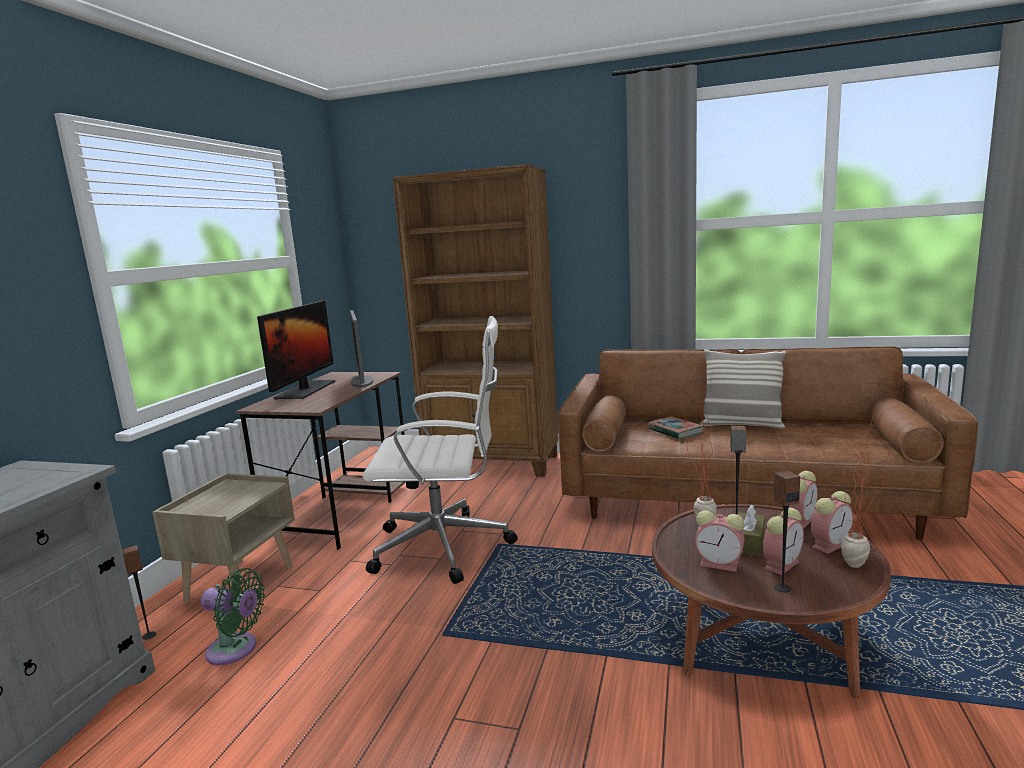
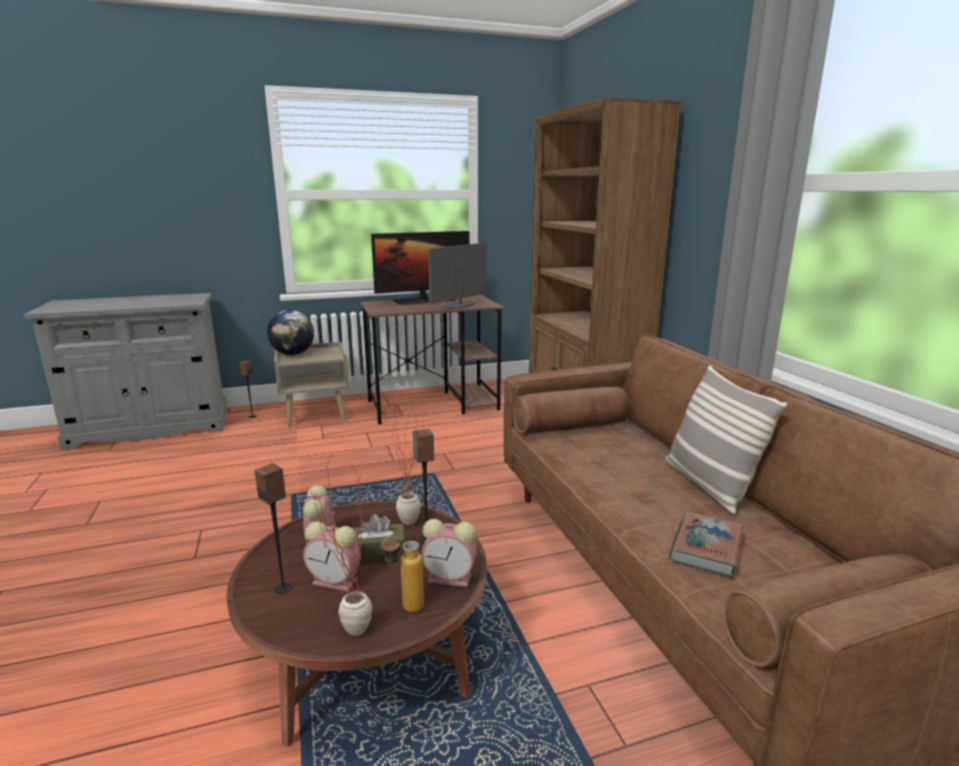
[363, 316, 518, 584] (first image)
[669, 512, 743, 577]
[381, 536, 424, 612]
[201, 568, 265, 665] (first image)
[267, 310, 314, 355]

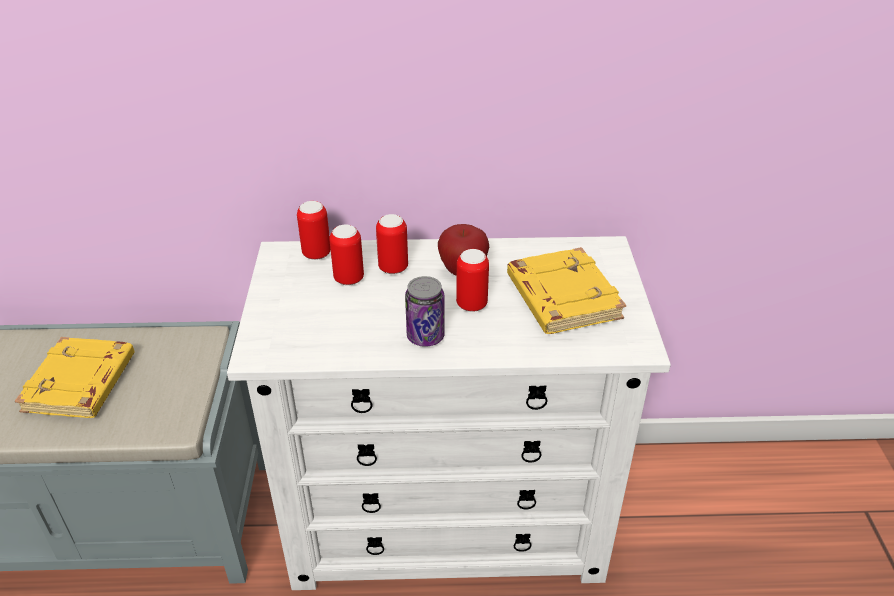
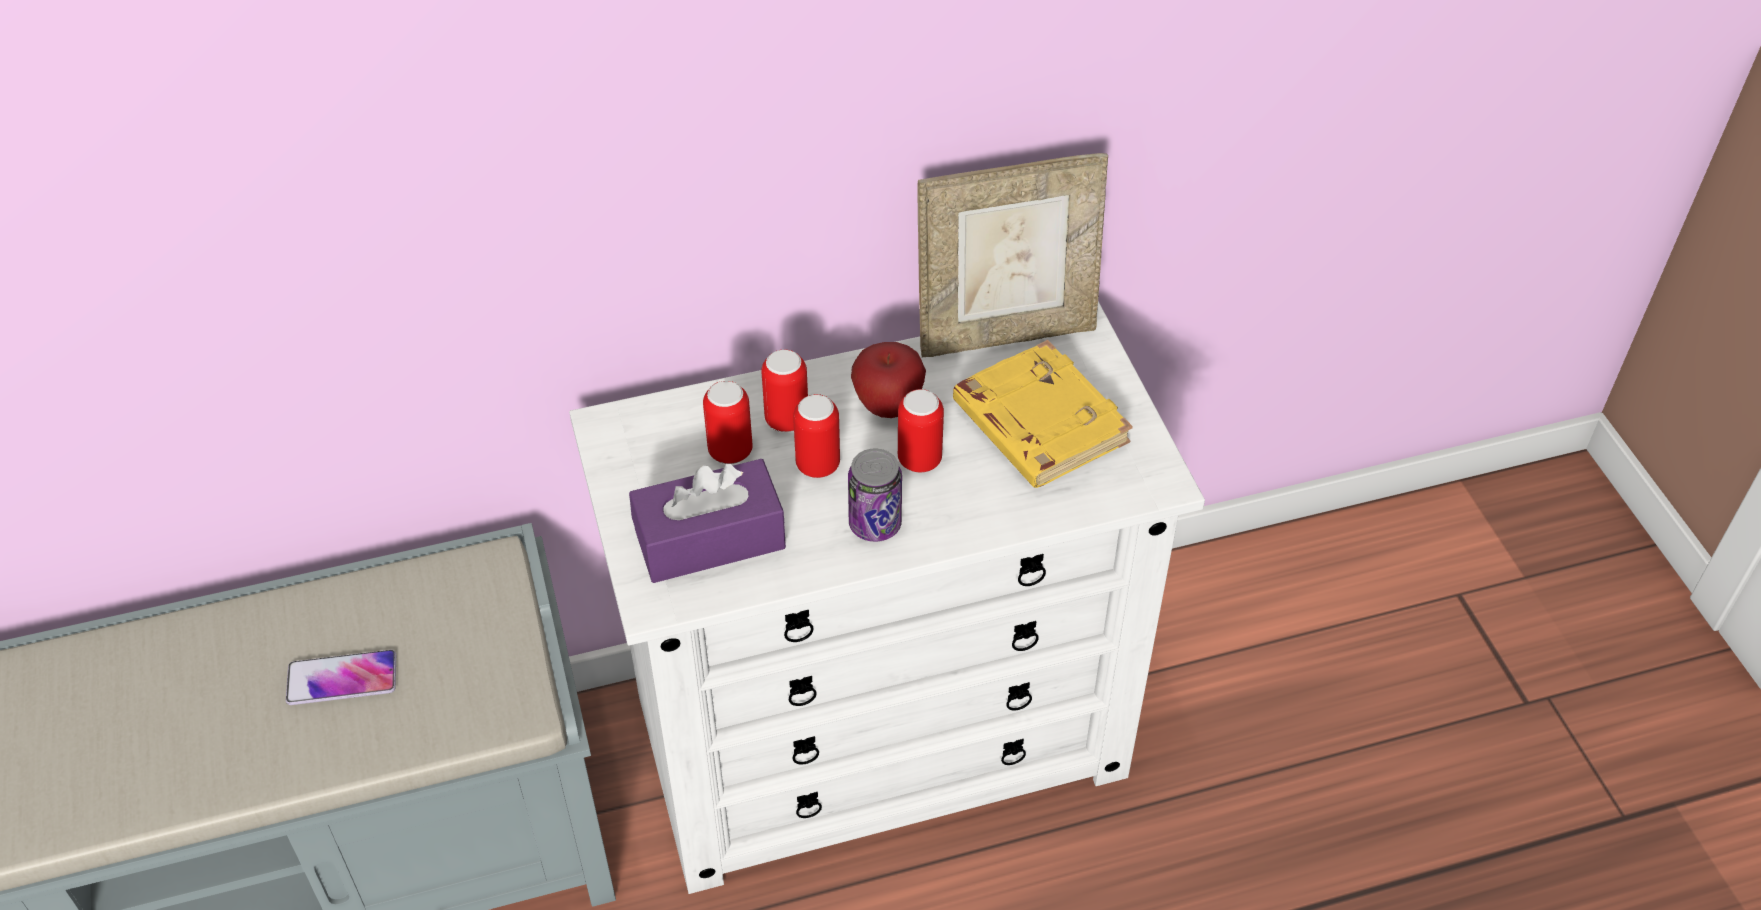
[793, 394, 840, 478]
[286, 650, 396, 705]
[917, 153, 1108, 357]
[629, 459, 786, 583]

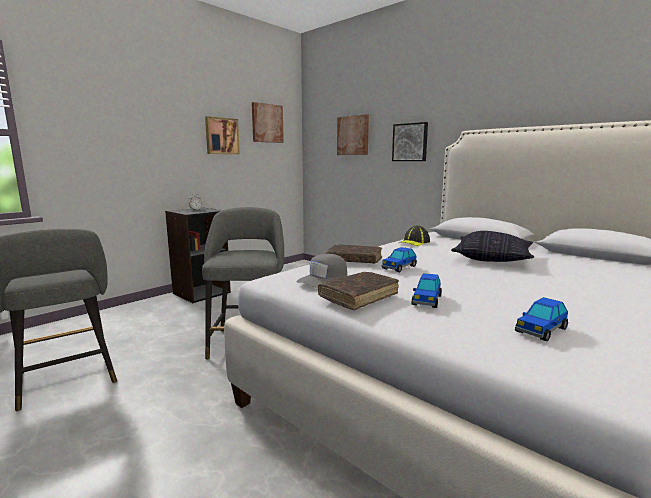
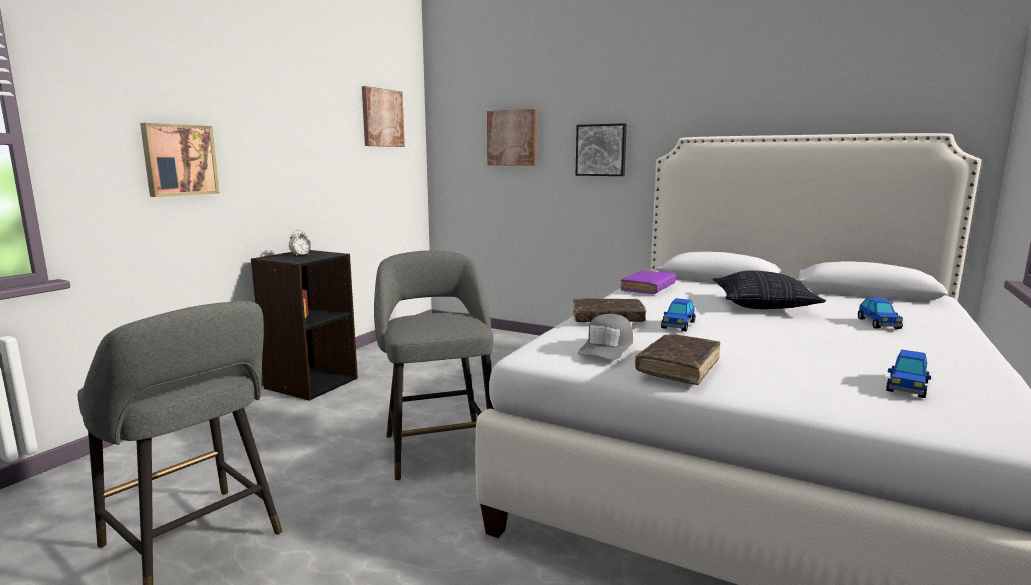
[140, 123, 220, 197]
[621, 270, 676, 294]
[858, 298, 903, 329]

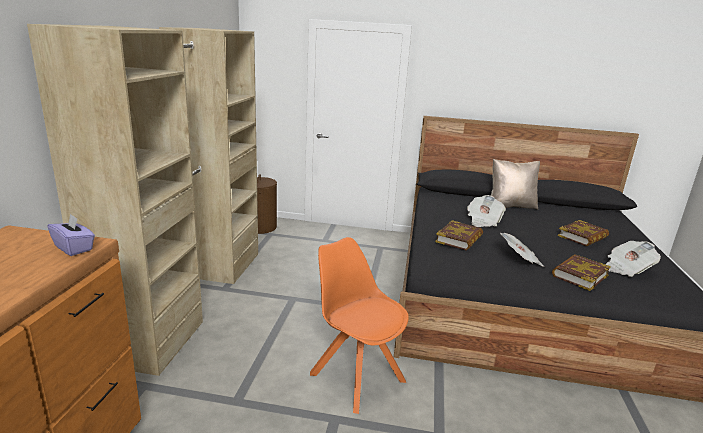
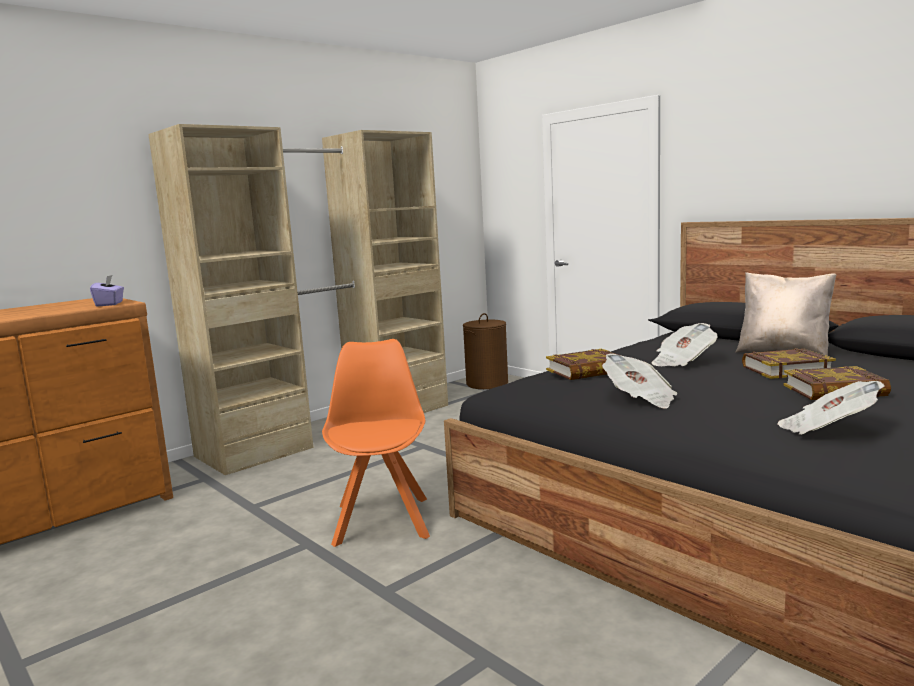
[742, 348, 836, 379]

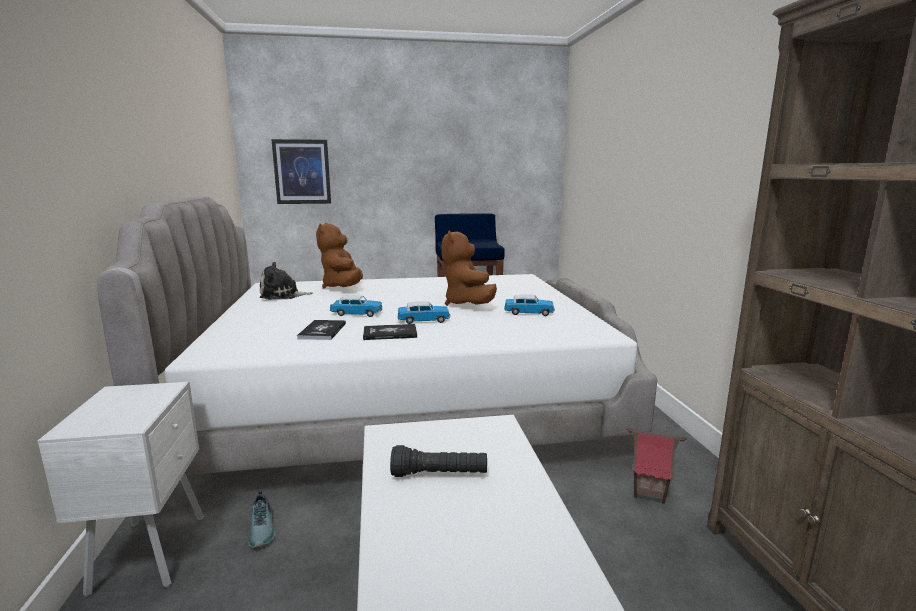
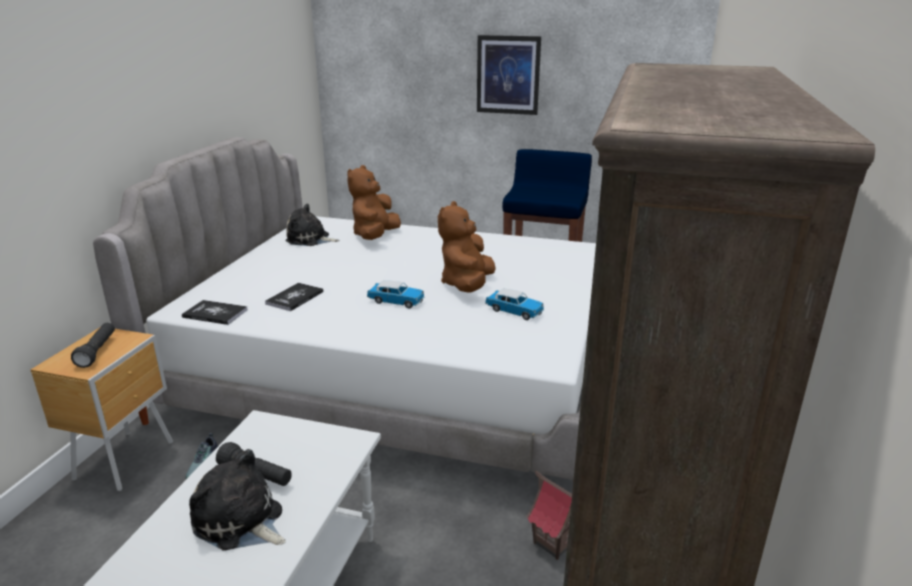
[477, 35, 541, 115]
[330, 296, 383, 317] (first image)
[182, 300, 248, 325]
[30, 328, 173, 491]
[71, 323, 115, 368]
[189, 449, 286, 551]

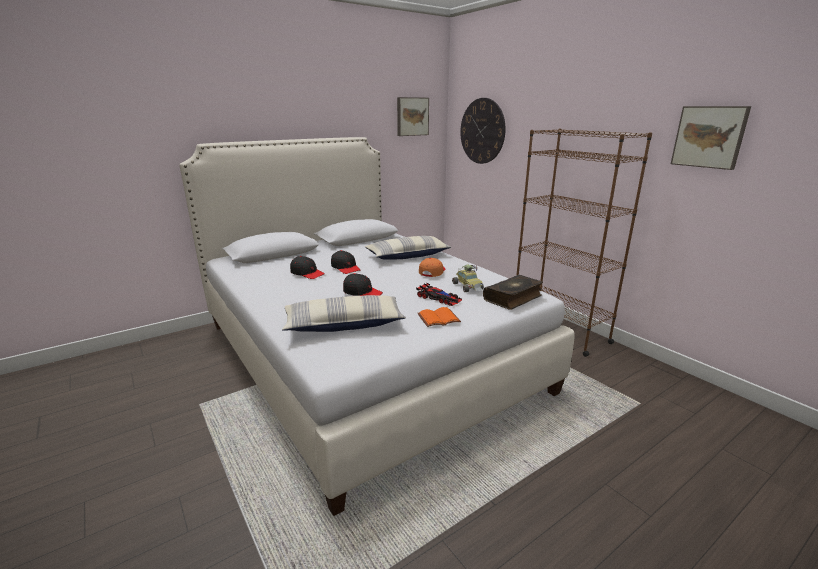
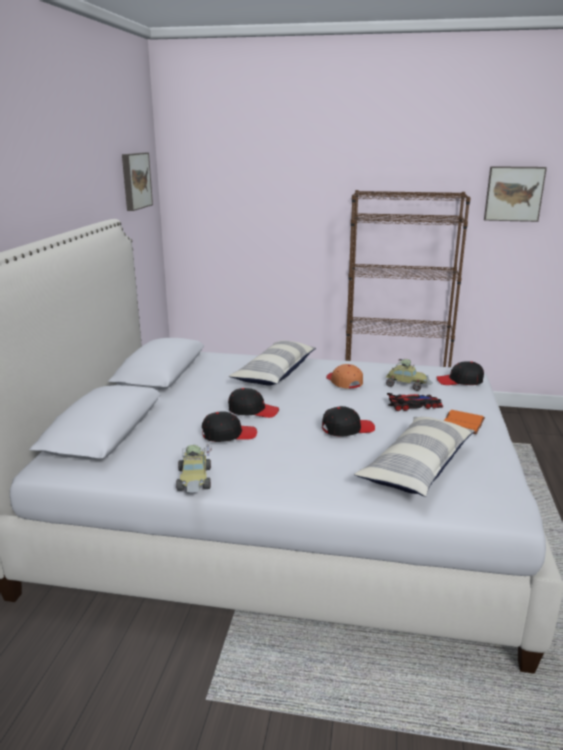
[460, 98, 506, 164] (first image)
[436, 361, 484, 385]
[176, 444, 212, 492]

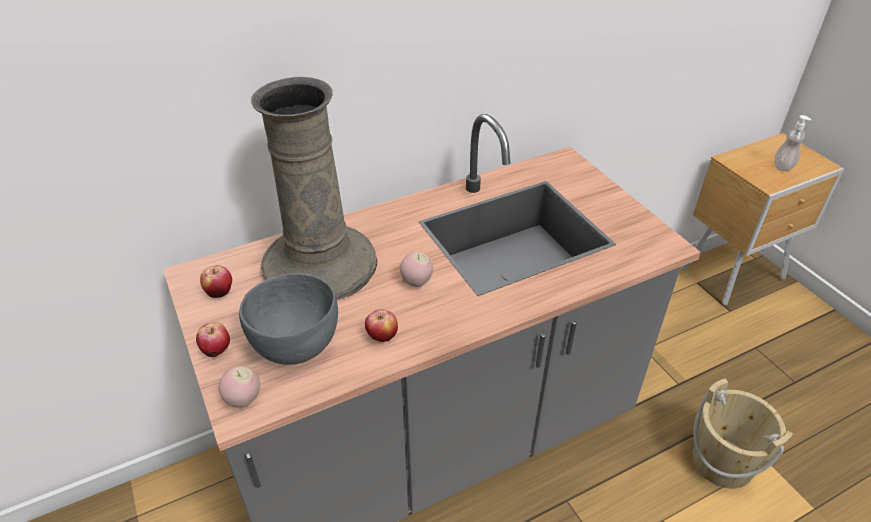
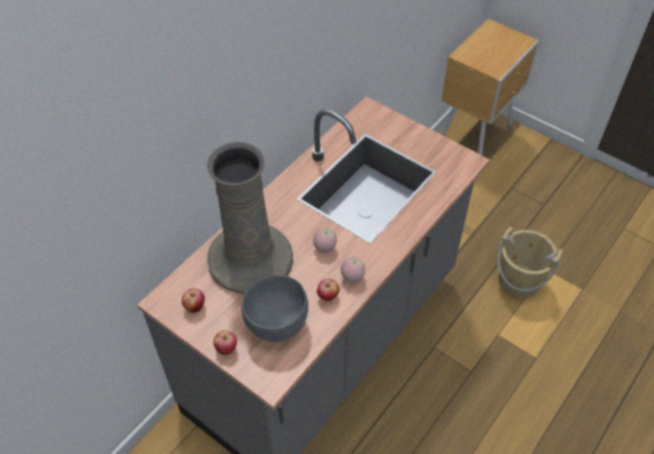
[774, 115, 811, 172] (first image)
[340, 257, 365, 283]

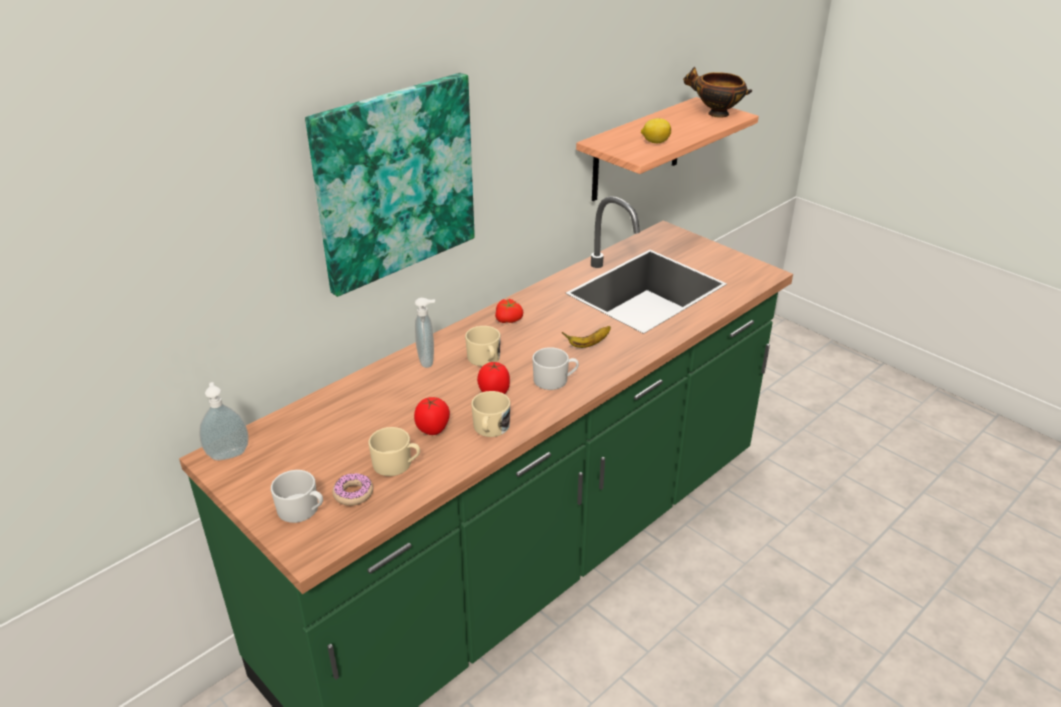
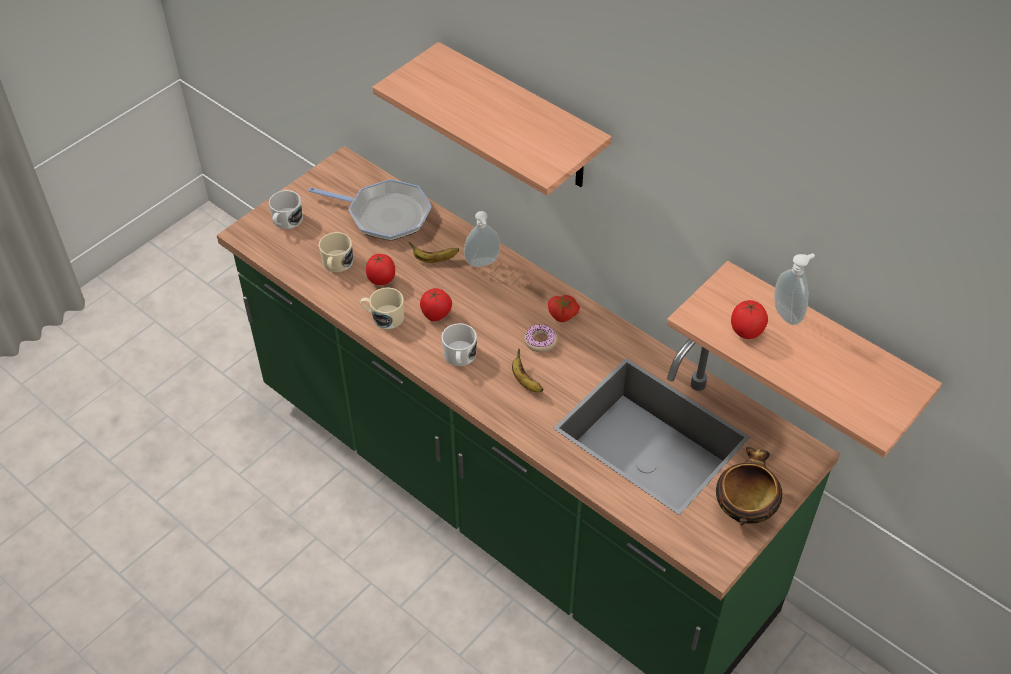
[716, 447, 783, 526]
[372, 42, 612, 196]
[731, 300, 768, 339]
[465, 326, 500, 366] (first image)
[774, 253, 815, 325]
[524, 324, 557, 352]
[308, 179, 431, 241]
[409, 242, 459, 263]

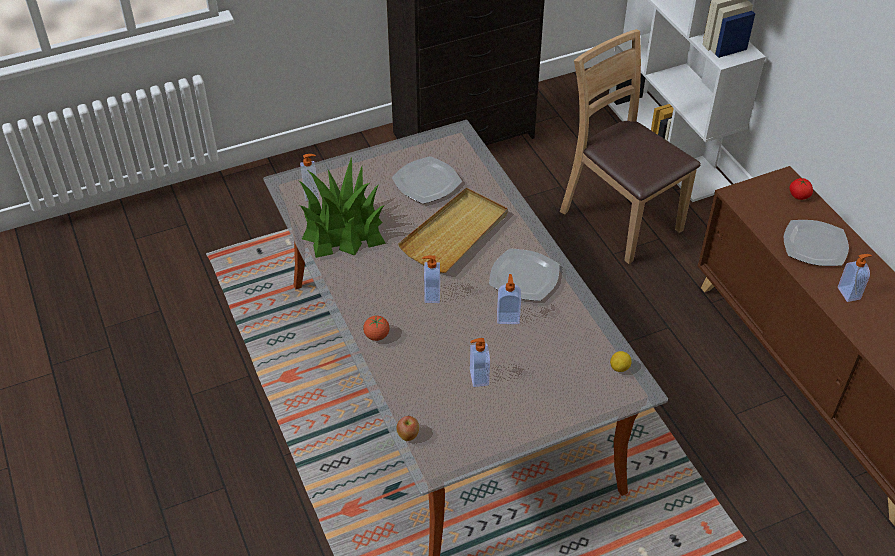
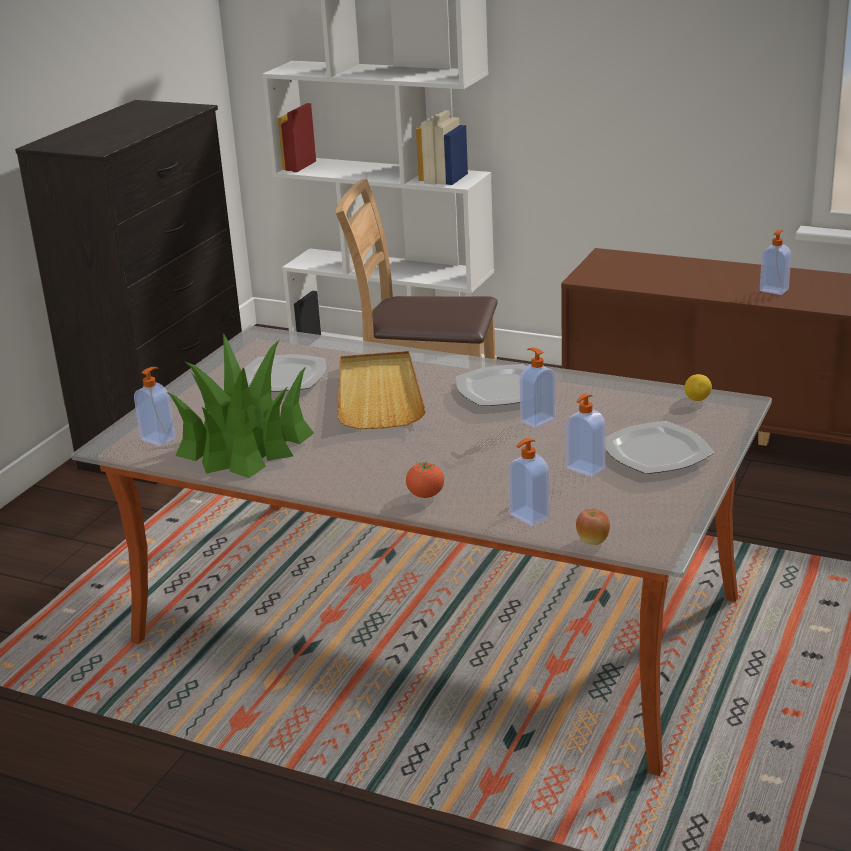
[789, 178, 813, 200] (first image)
[605, 421, 714, 474]
[508, 438, 550, 526]

